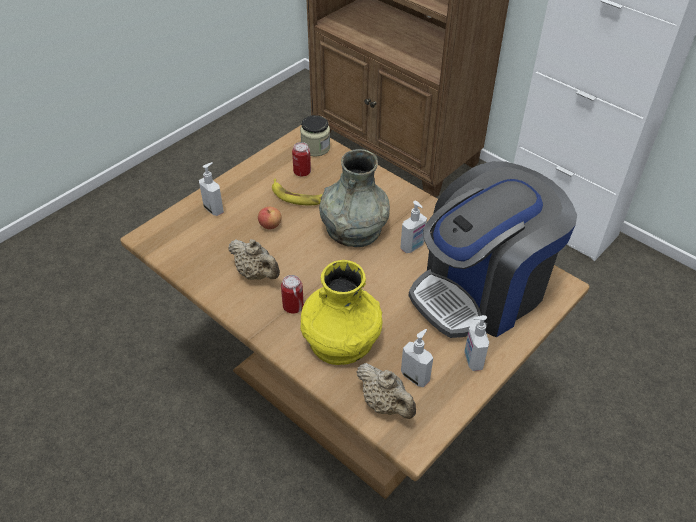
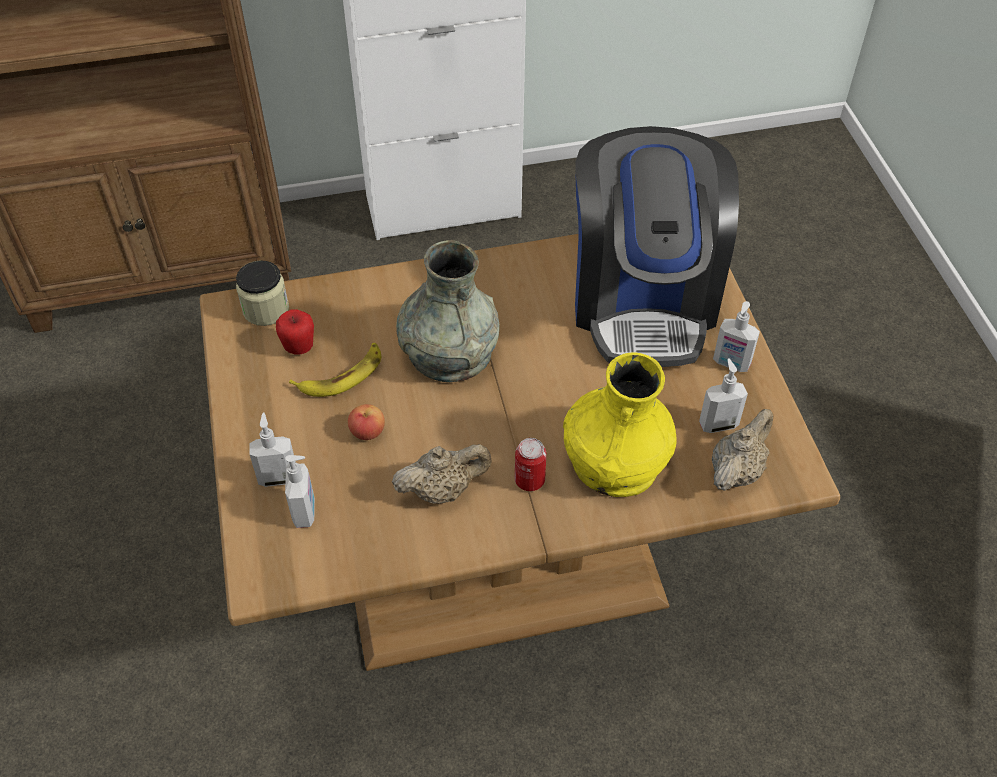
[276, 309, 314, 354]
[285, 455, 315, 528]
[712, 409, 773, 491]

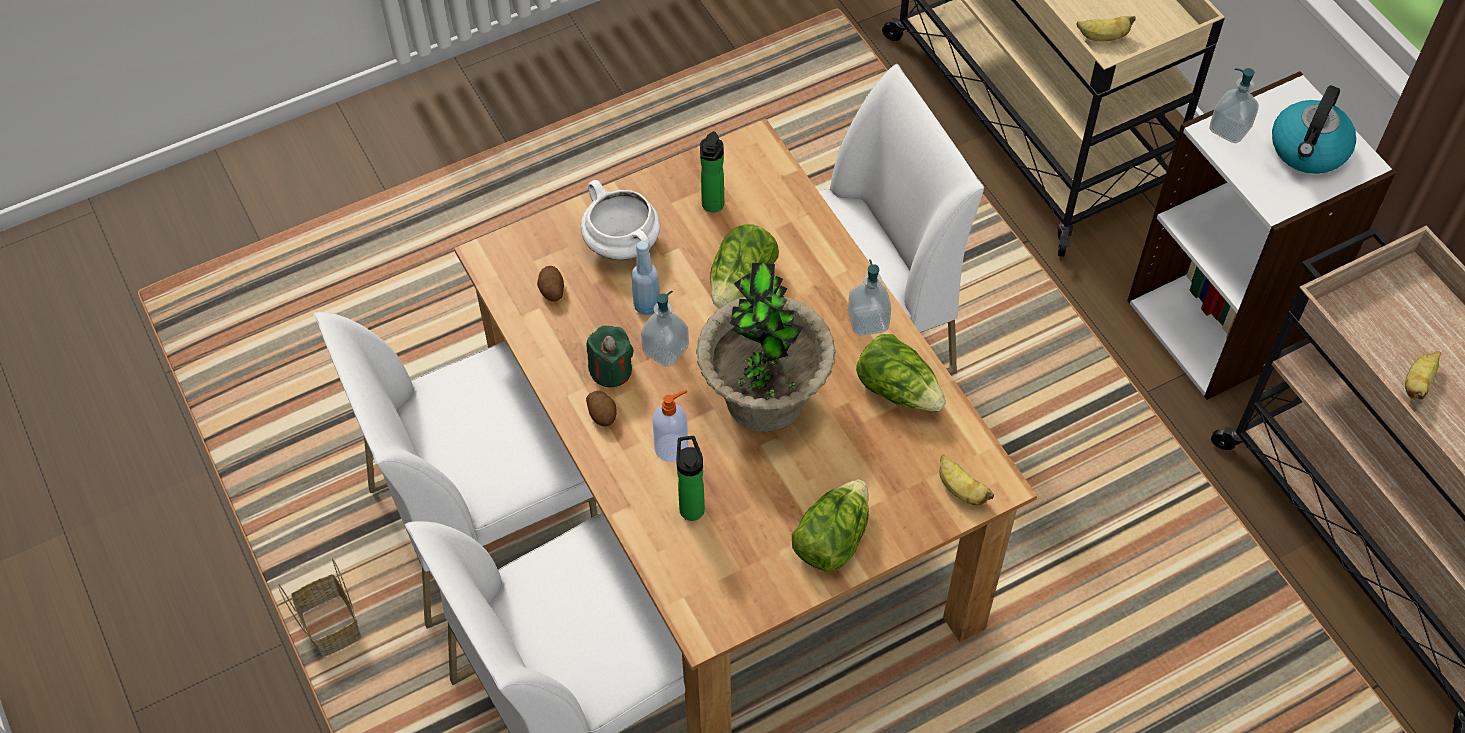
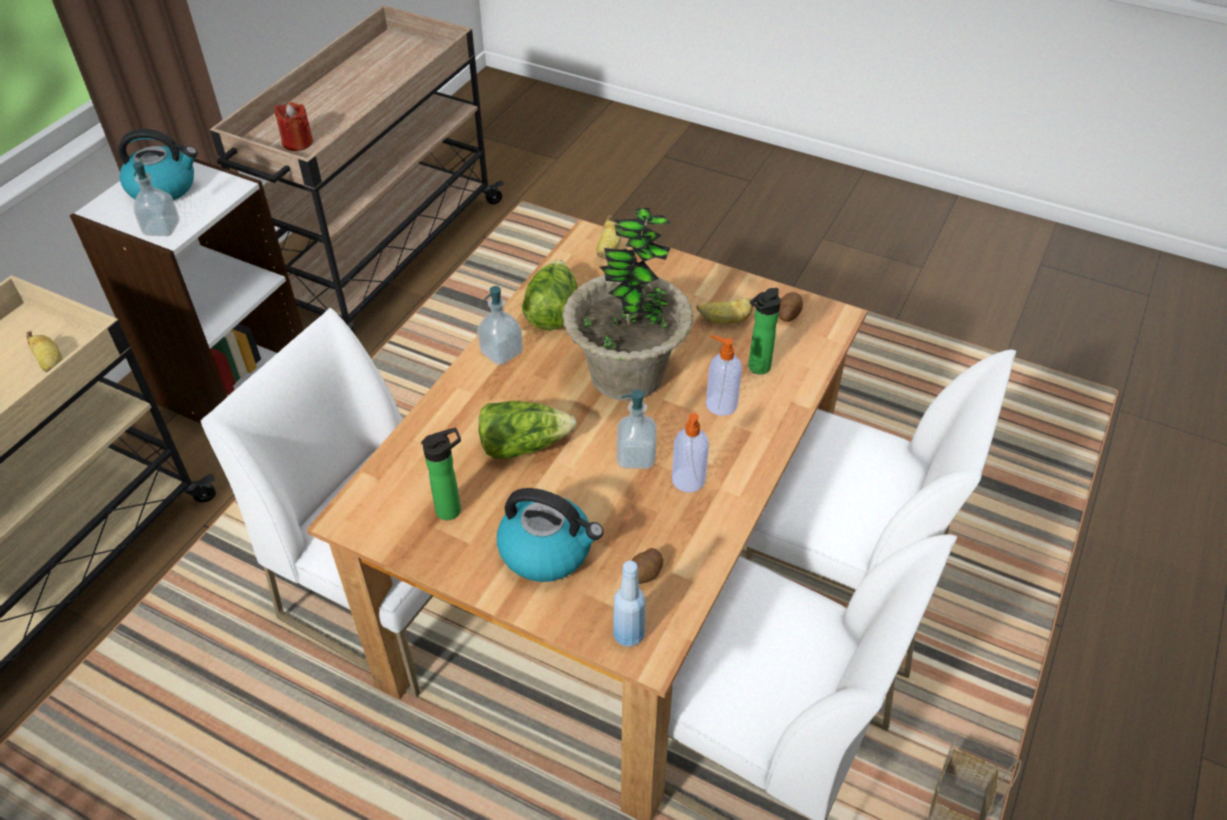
[497, 488, 603, 582]
[613, 561, 646, 647]
[672, 413, 709, 492]
[697, 298, 756, 325]
[778, 292, 803, 322]
[792, 479, 869, 572] (first image)
[275, 102, 313, 151]

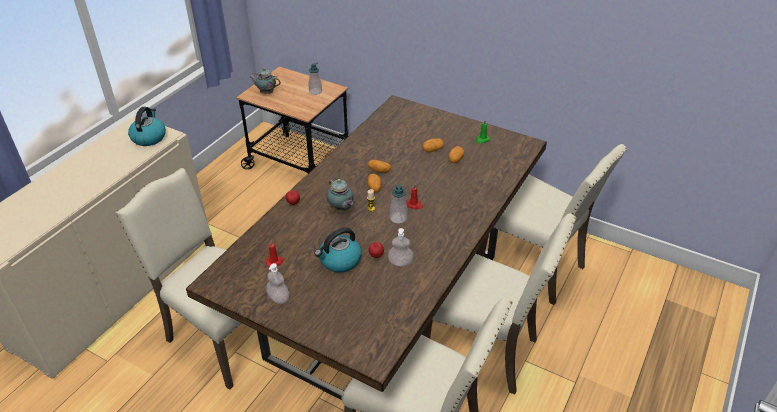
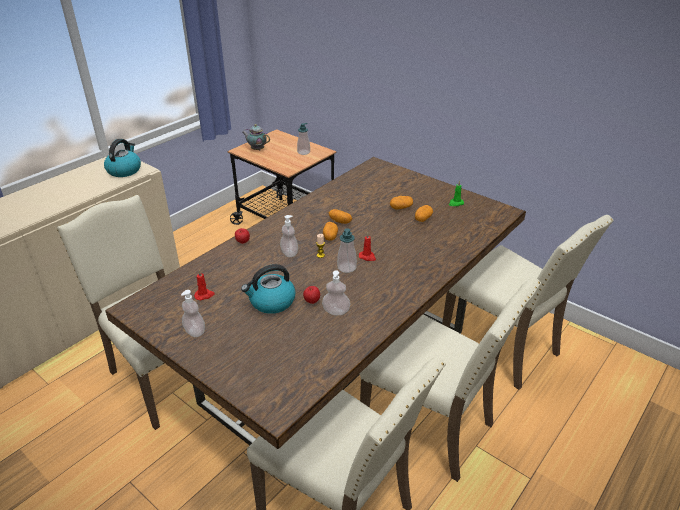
[280, 215, 298, 257]

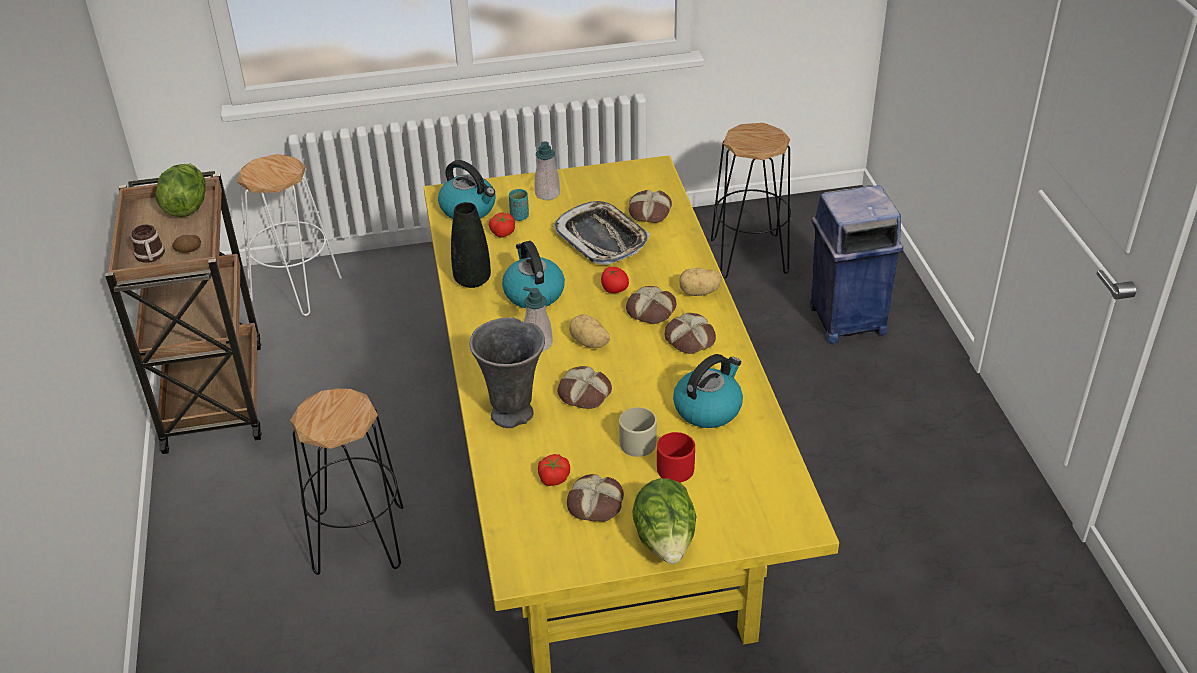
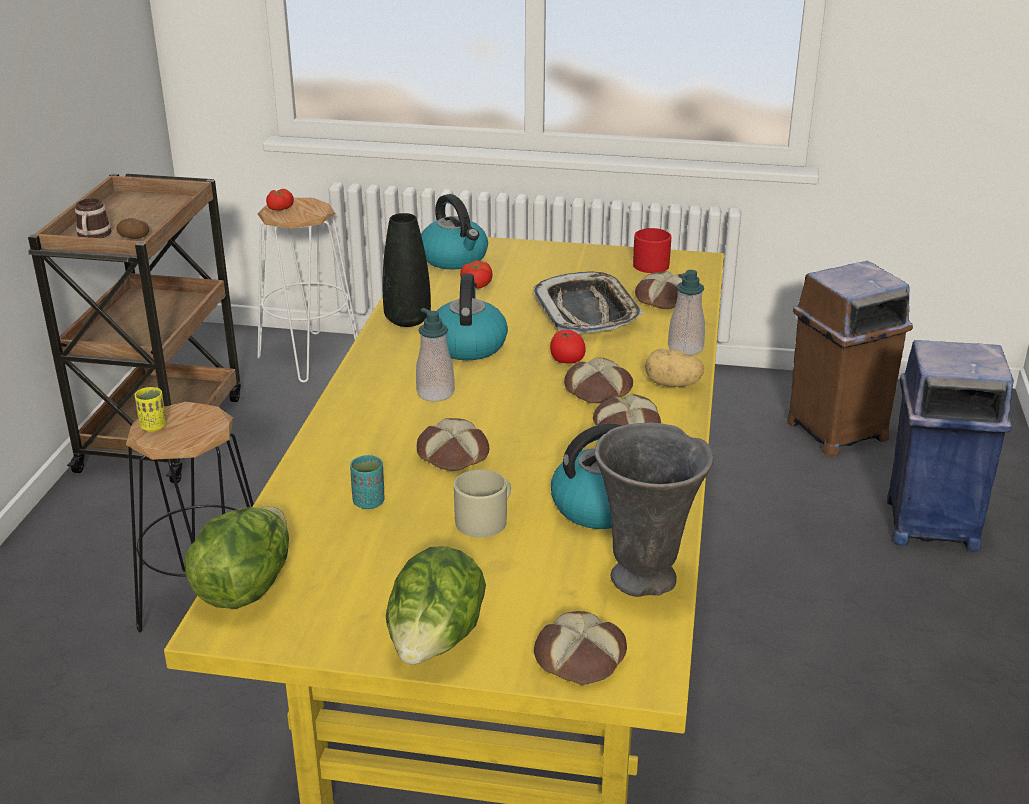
[787, 261, 913, 456]
[668, 270, 705, 355]
[184, 507, 289, 609]
[350, 455, 384, 509]
[569, 314, 610, 348] (first image)
[594, 423, 713, 597]
[633, 228, 672, 273]
[266, 189, 294, 211]
[534, 611, 627, 685]
[134, 387, 167, 432]

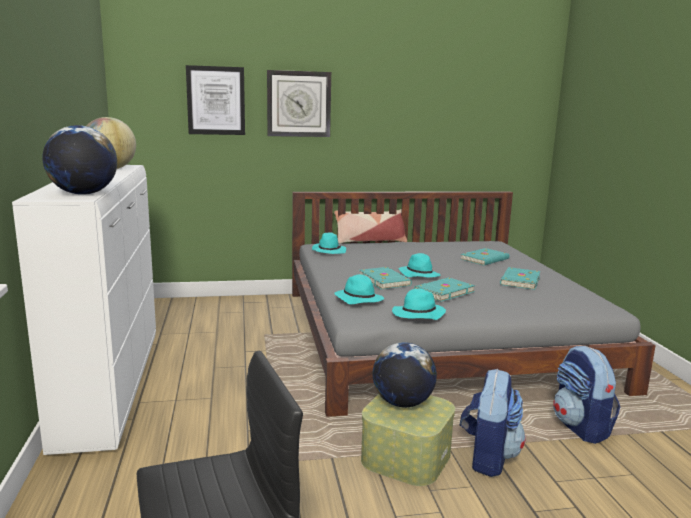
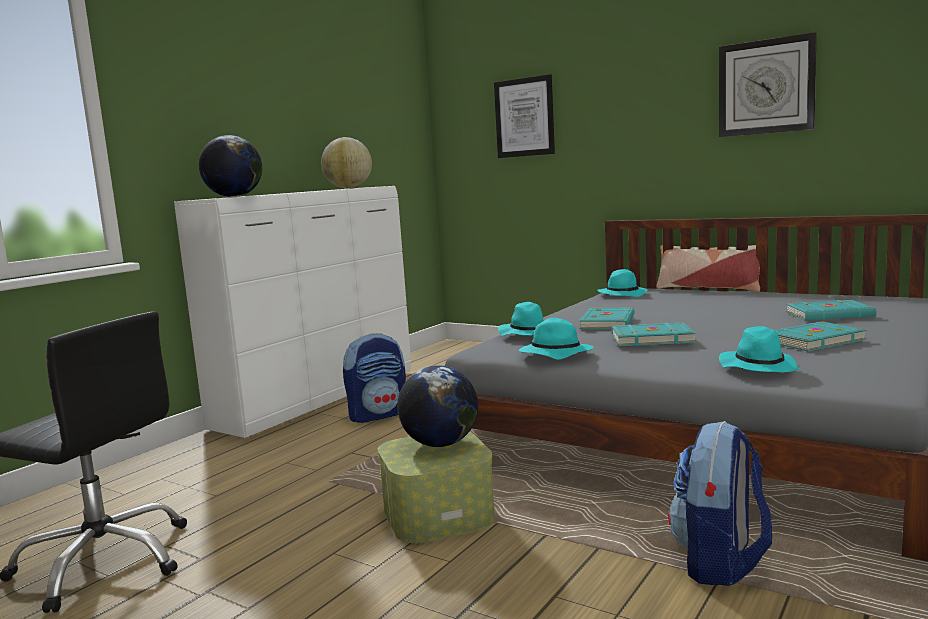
[719, 32, 817, 137]
[719, 326, 799, 372]
[343, 333, 406, 423]

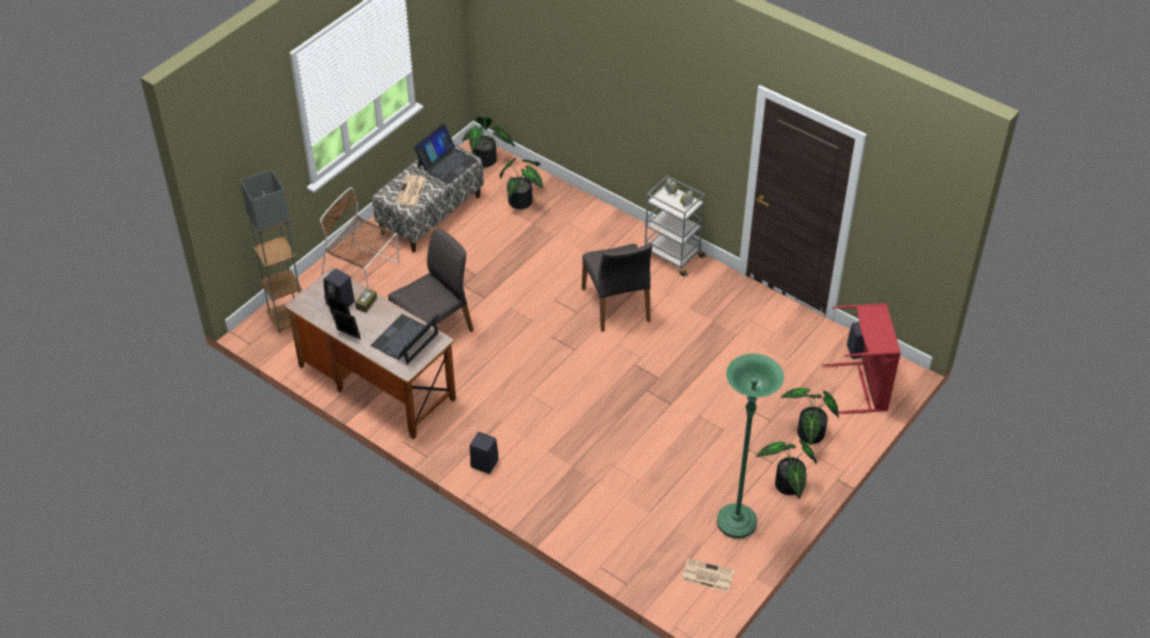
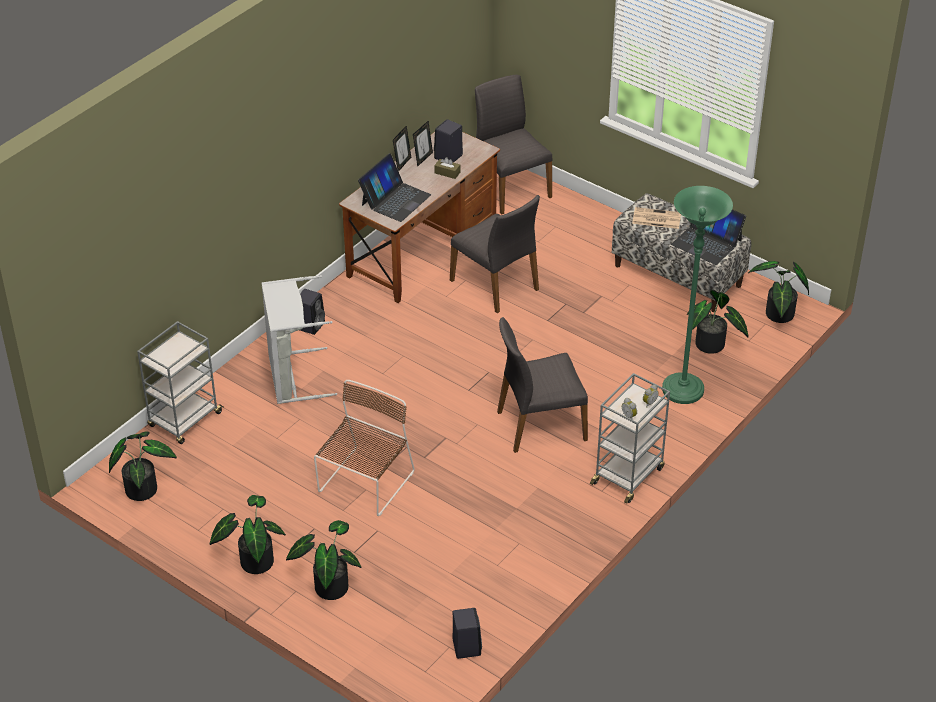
[475, 75, 552, 215]
[314, 380, 415, 516]
[822, 303, 901, 414] (first image)
[358, 153, 431, 222]
[662, 186, 733, 404]
[109, 431, 177, 501]
[261, 275, 337, 404]
[137, 321, 223, 444]

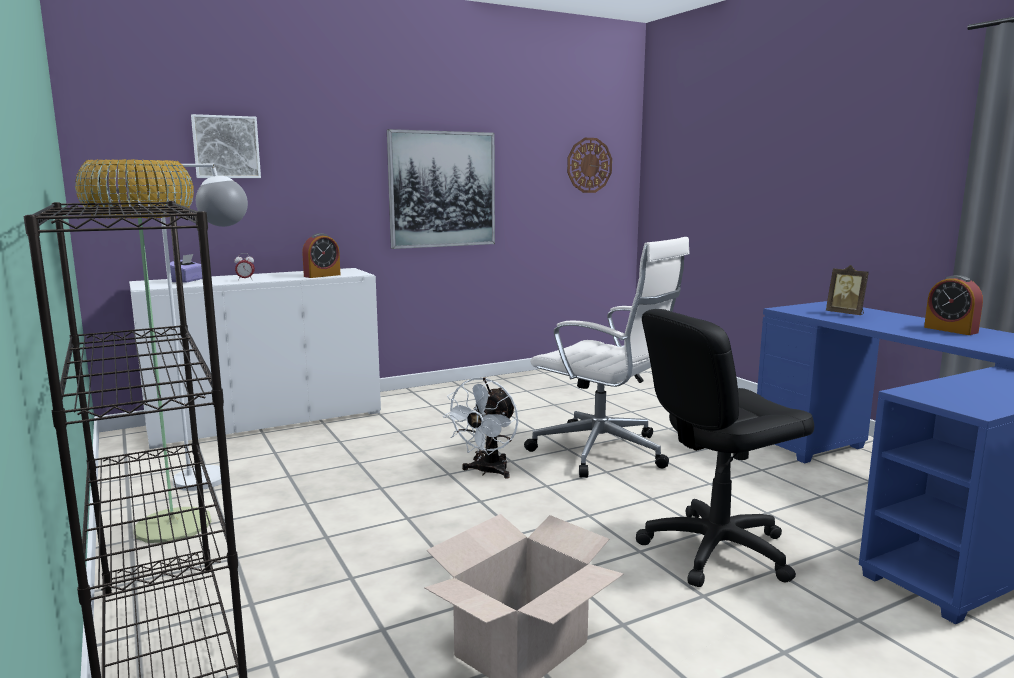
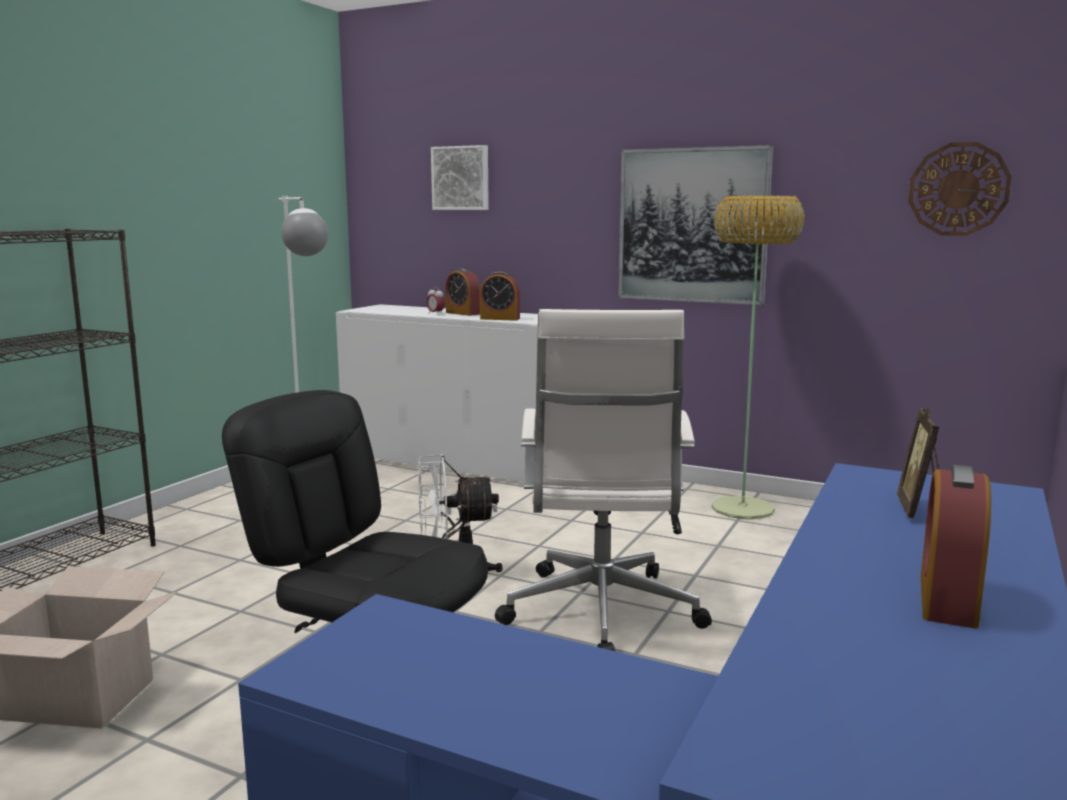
[712, 195, 805, 520]
[170, 254, 202, 283] (first image)
[445, 268, 480, 316]

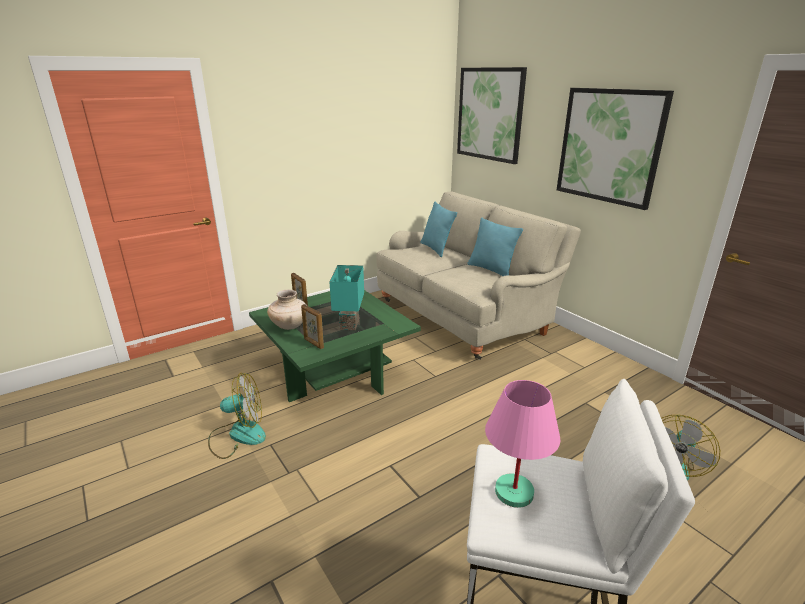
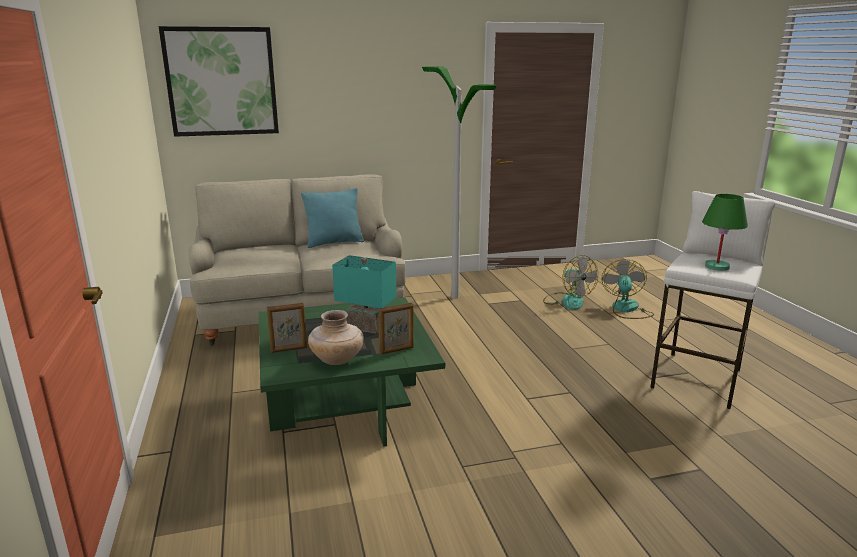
[557, 88, 674, 210] (first image)
[420, 202, 457, 257] (first image)
[602, 259, 654, 319]
[702, 194, 748, 271]
[422, 67, 497, 299]

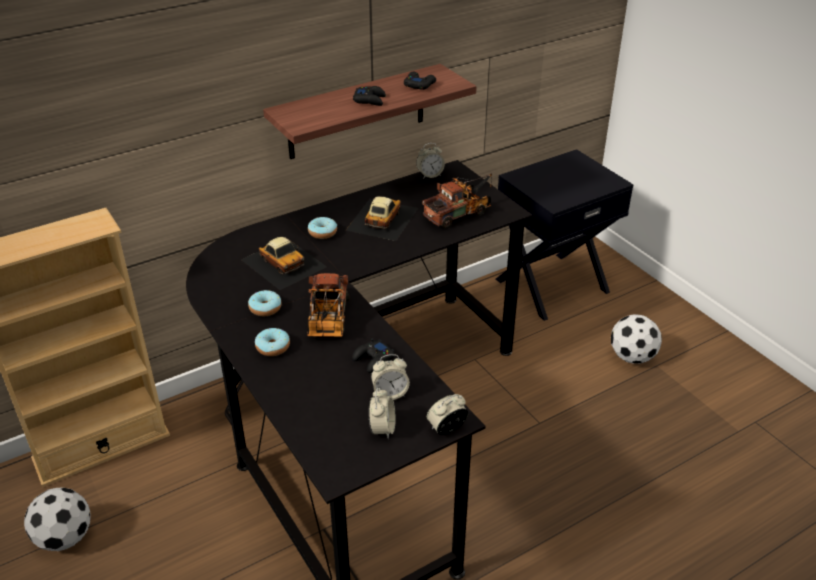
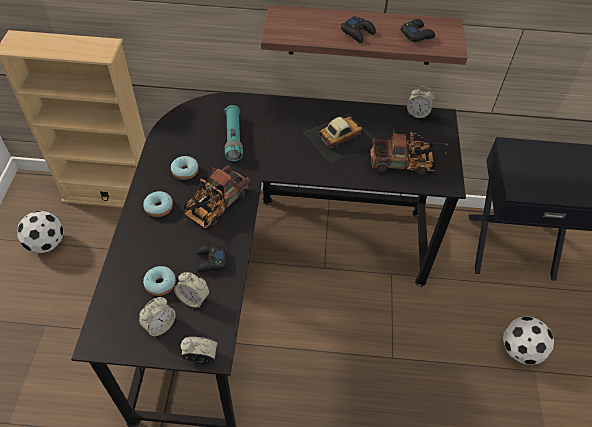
[143, 266, 176, 296]
[225, 105, 243, 161]

